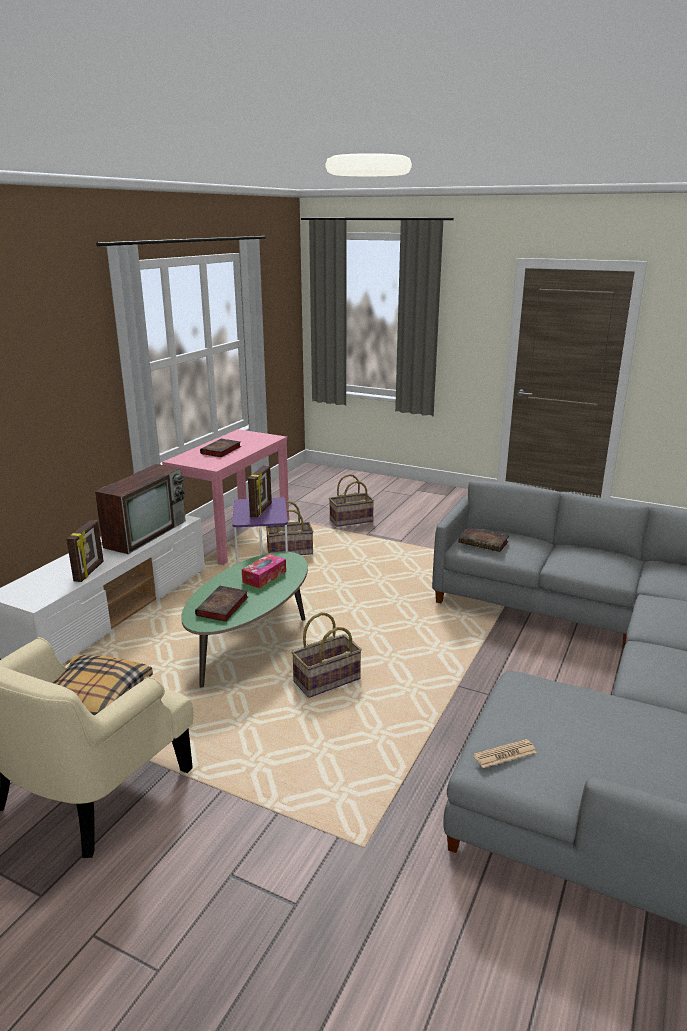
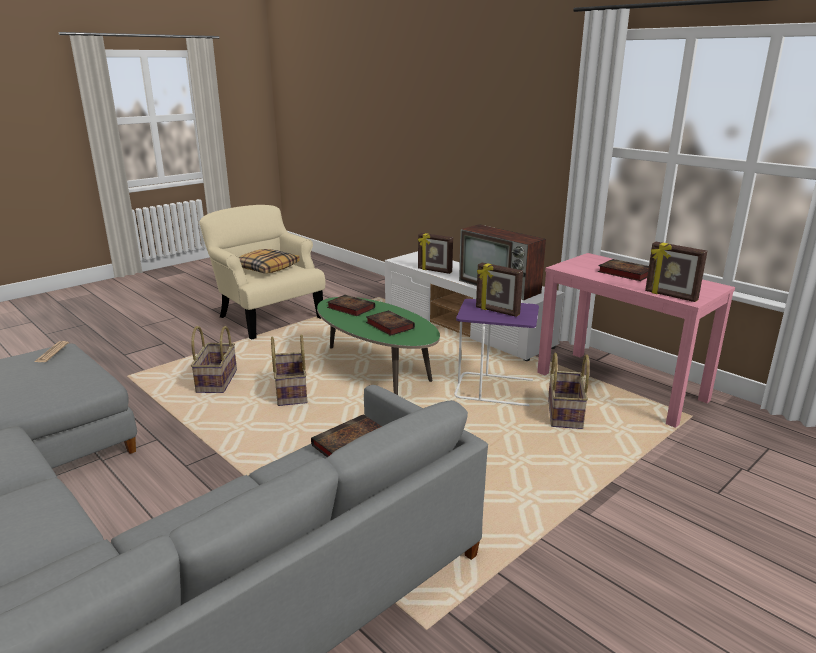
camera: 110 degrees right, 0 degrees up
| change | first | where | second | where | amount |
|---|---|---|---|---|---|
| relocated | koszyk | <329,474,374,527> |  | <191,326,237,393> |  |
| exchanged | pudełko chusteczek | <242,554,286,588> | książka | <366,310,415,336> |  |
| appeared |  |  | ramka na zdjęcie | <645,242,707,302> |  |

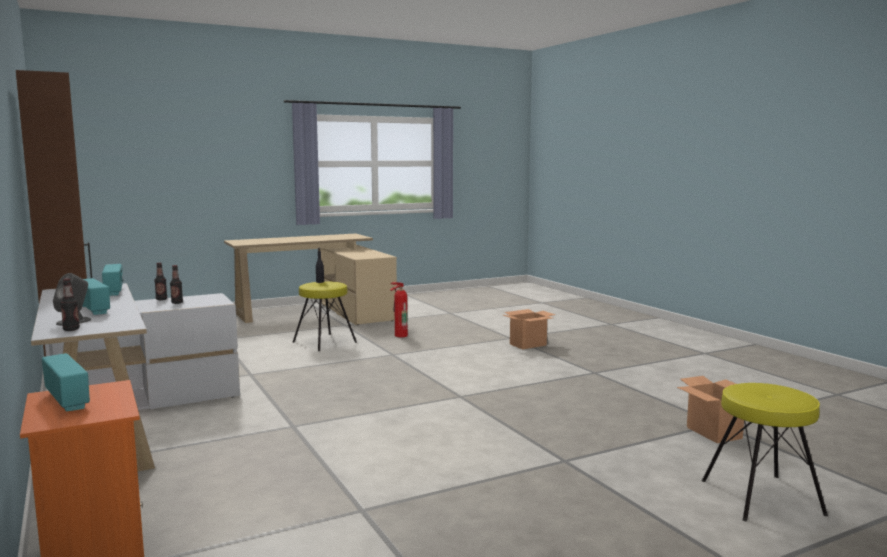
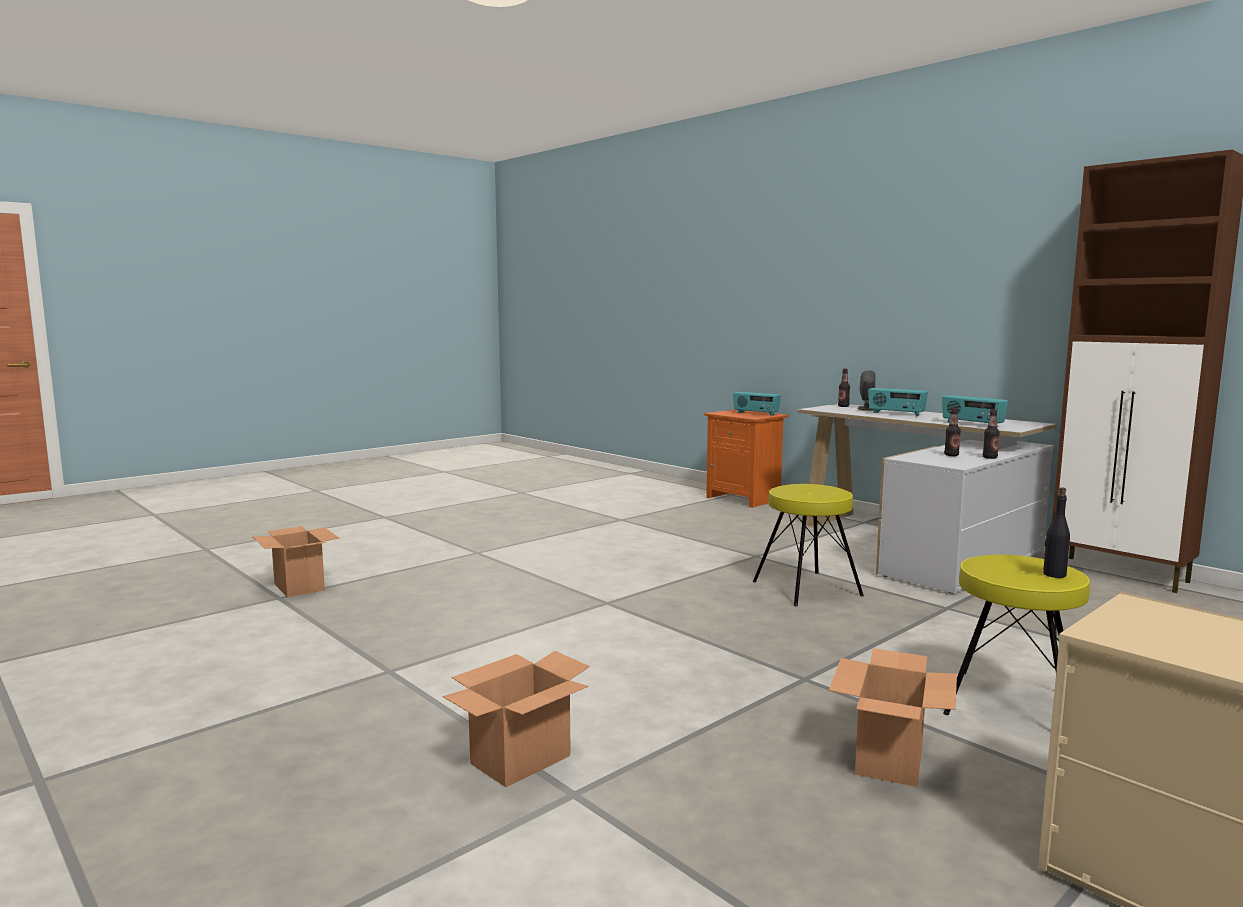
camera: 165 degrees right, 0 degrees up
| change | first | where | second | where | amount |
|---|---|---|---|---|---|
| exchanged | gaśnica | <390,282,408,338> | karton | <829,648,957,787> |  |
| relocated | stołek/żółty | <702,383,828,521> |  | <753,484,864,606> |  |

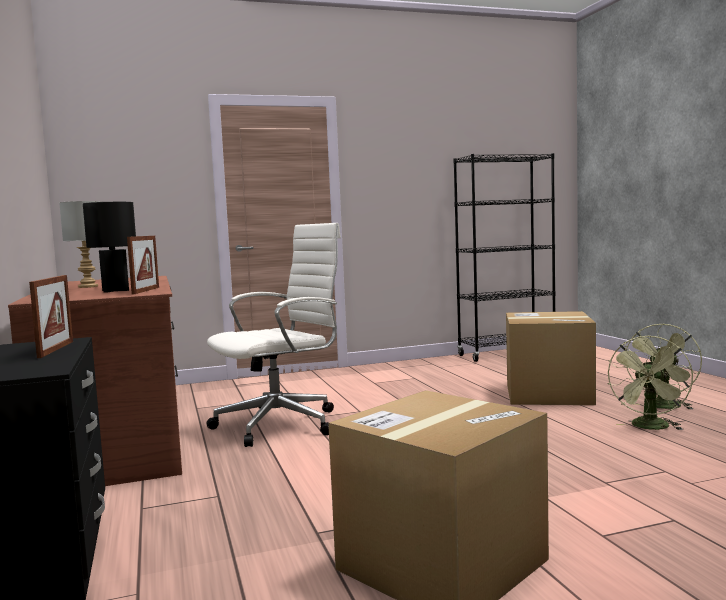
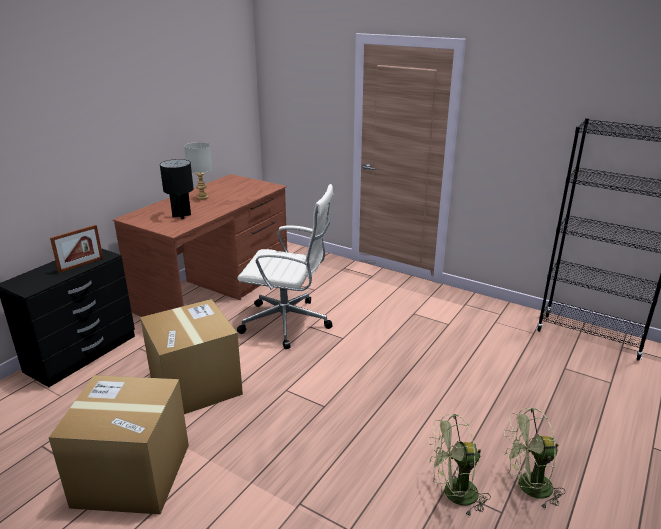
camera: 50 degrees right, 20 degrees up
| change | first | where | second | where | amount |
|---|---|---|---|---|---|
| missing | ramka na zdjęcie | <127,236,159,294> |  |  |  |
| relocated | karton | <506,311,596,405> |  | <140,299,243,414> |  |

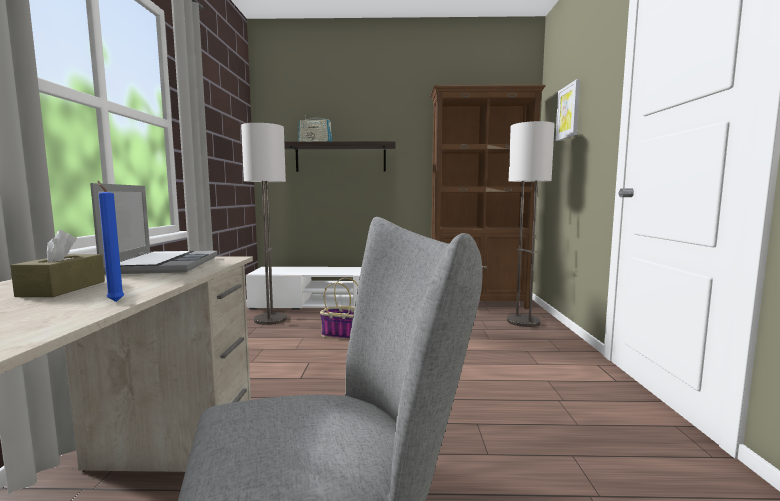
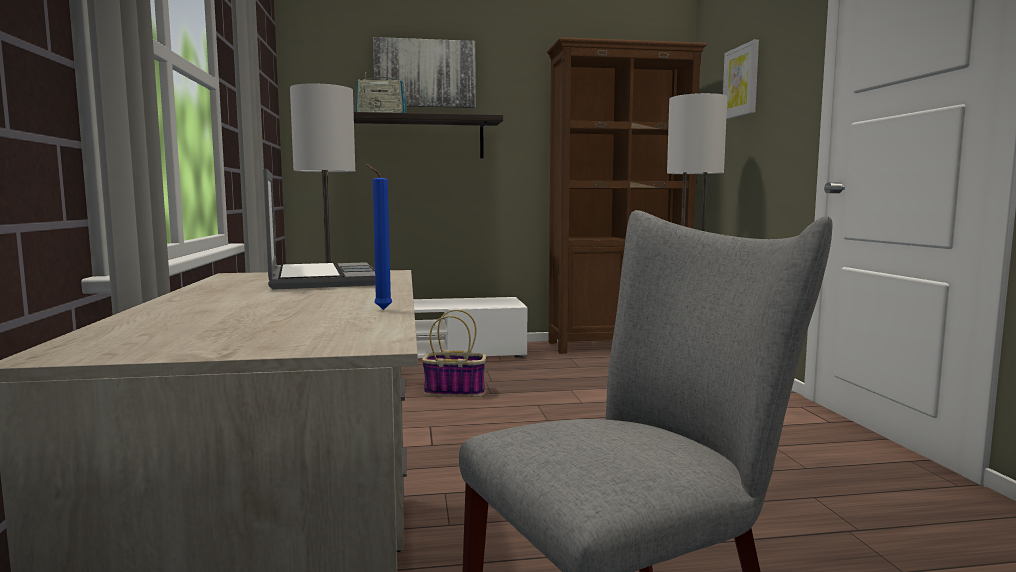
camera: 10 degrees left, 0 degrees up
| change | first | where | second | where | amount |
|---|---|---|---|---|---|
| missing | pudełko chusteczek/brązowy | <10,230,105,297> |  |  |  |
| appeared |  |  | obraz | <373,37,476,108> |  |

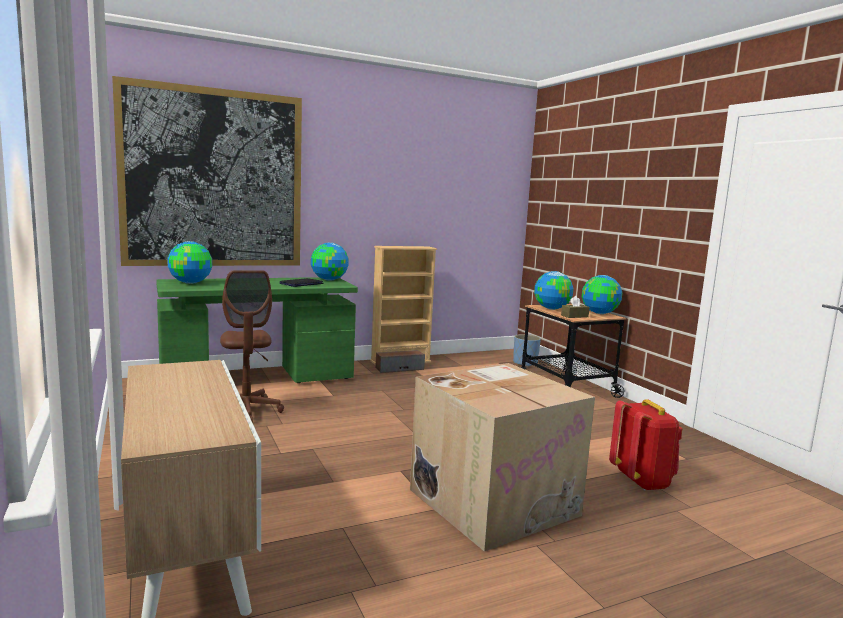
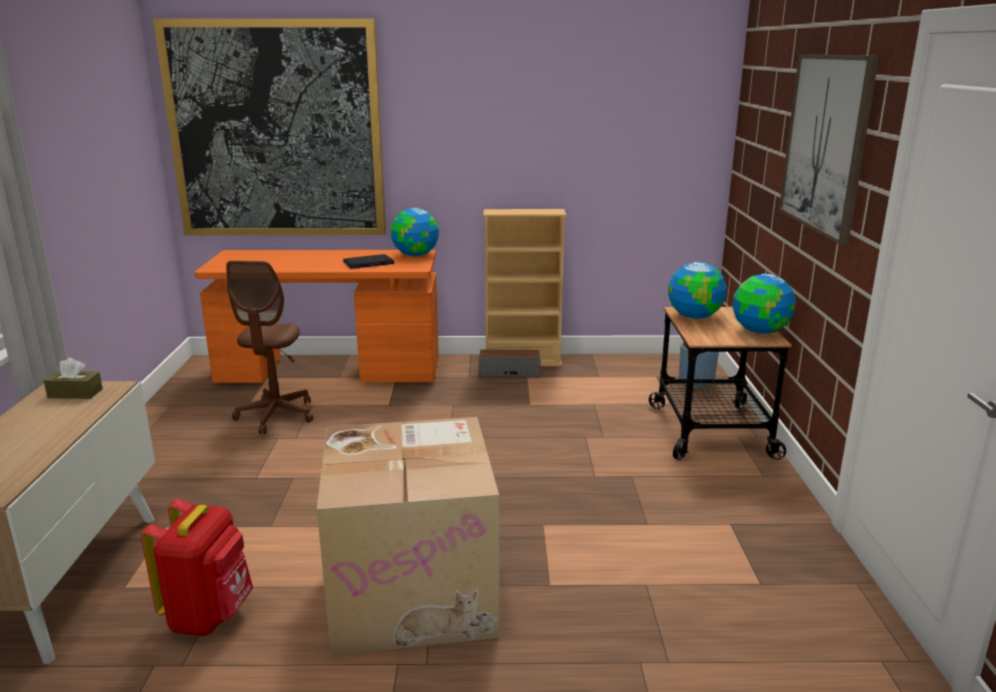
camera: 25 degrees right, 10 degrees up
| change | first | where | second | where | amount |
|---|---|---|---|---|---|
| missing | globus | <167,241,212,284> |  |  |  |
| colour | biurko/zielony | <156,277,358,383> | biurko/pomarańczowy | <195,250,439,383> |  |
| relocated | pudełko chusteczek/brązowy | <561,296,590,318> |  | <44,358,103,399> |  |
| relocated | plecak/czerwony | <609,399,682,490> |  | <141,498,253,636> |  |
| appeared |  |  | obraz | <779,54,879,245> |  |

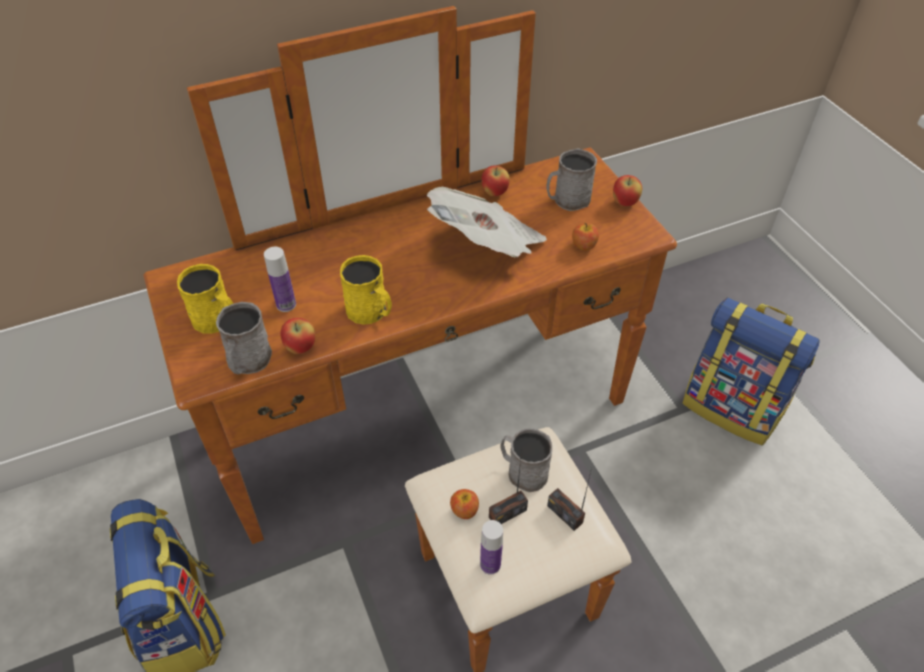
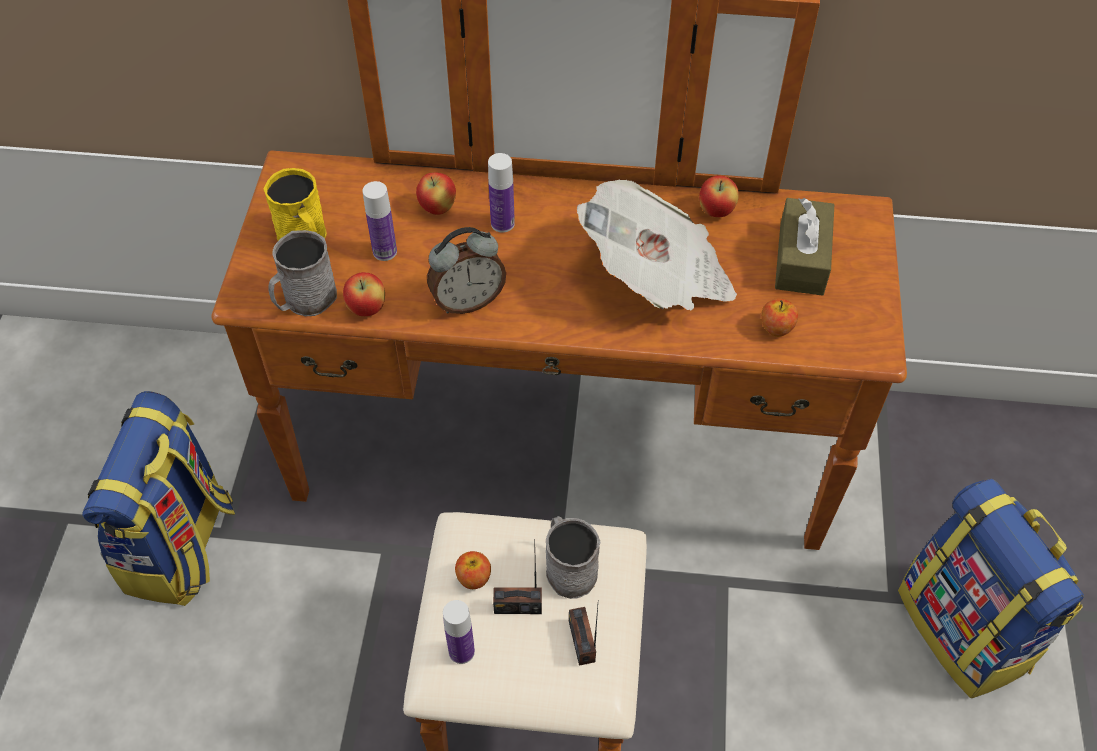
camera: 30 degrees right, 5 degrees up
| change | first | where | second | where | amount |
|---|---|---|---|---|---|
| exchanged | kubek/szary | <546,148,597,211> | pudełko chusteczek/brązowy | <775,198,834,296> |  |
| relocated | jabłko | <613,175,642,206> |  | <416,172,456,215> |  |
| exchanged | kubek/żółty | <340,255,392,324> | budzik | <427,227,506,314> |  |
| appeared |  |  | butelka | <488,153,515,233> |  |

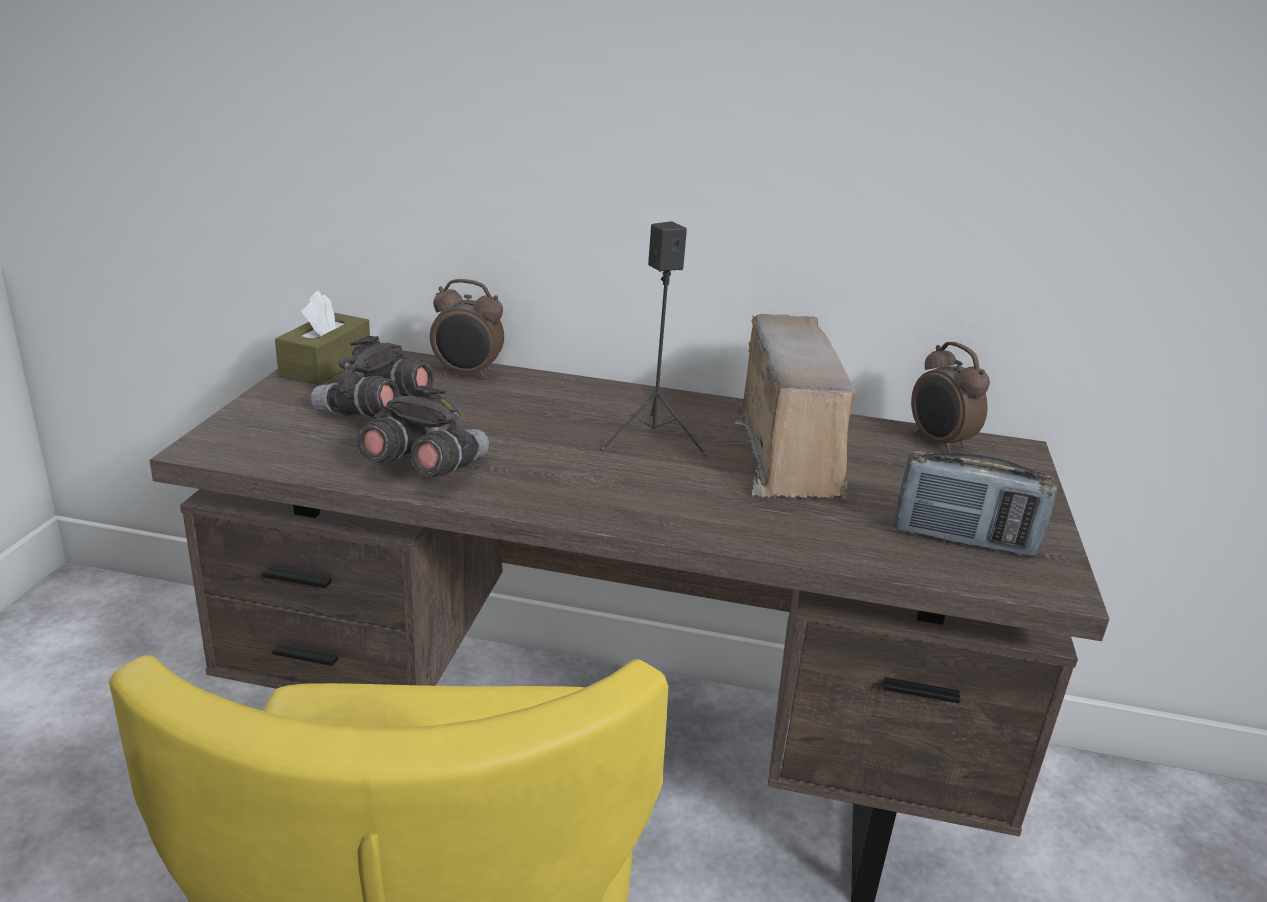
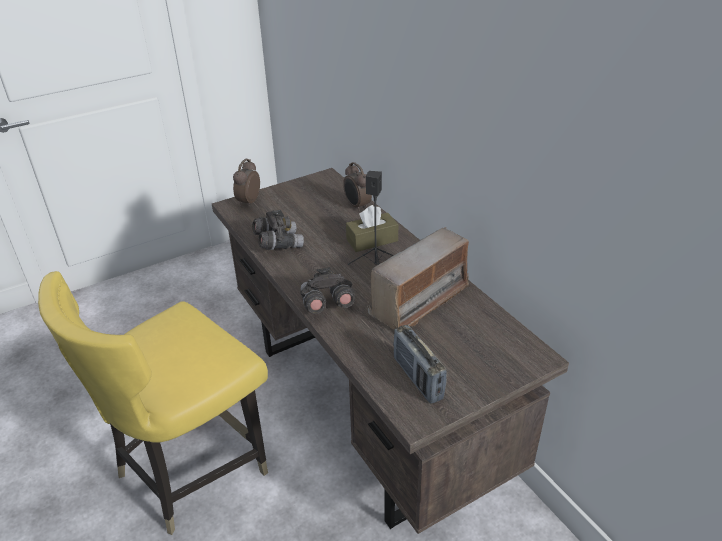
camera: 50 degrees right, 10 degrees up
| change | first | where | second | where | amount |
|---|---|---|---|---|---|
| relocated | pudełko chusteczek/brązowy | <275,290,370,385> |  | <346,205,398,252> |  |
| relocated | lornetka/szary | <311,336,434,417> |  | <300,267,355,314> |  |
| relocated | budzik | <911,342,990,453> |  | <233,159,260,207> |  |

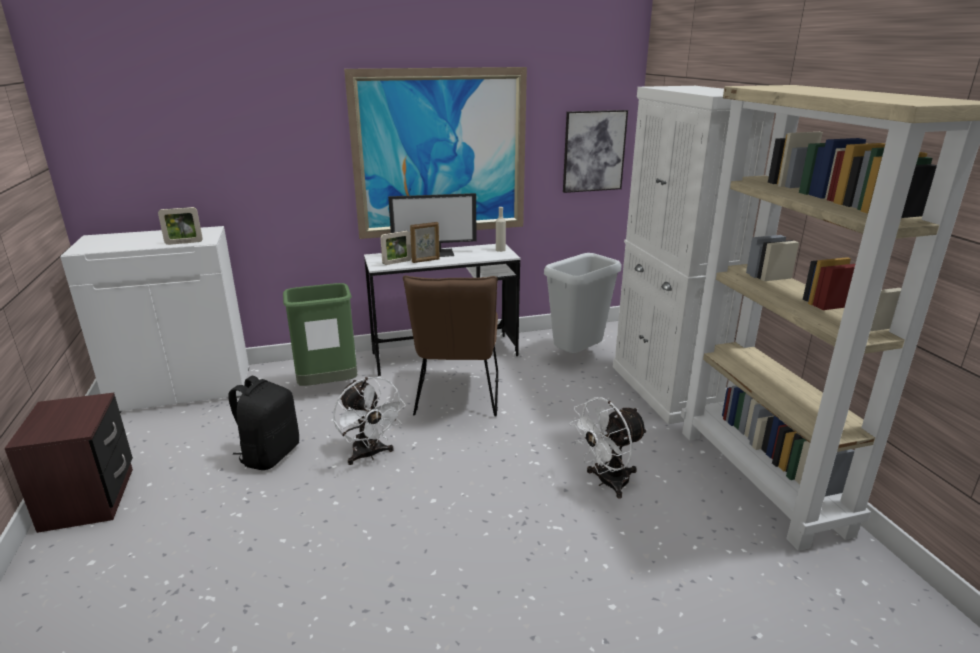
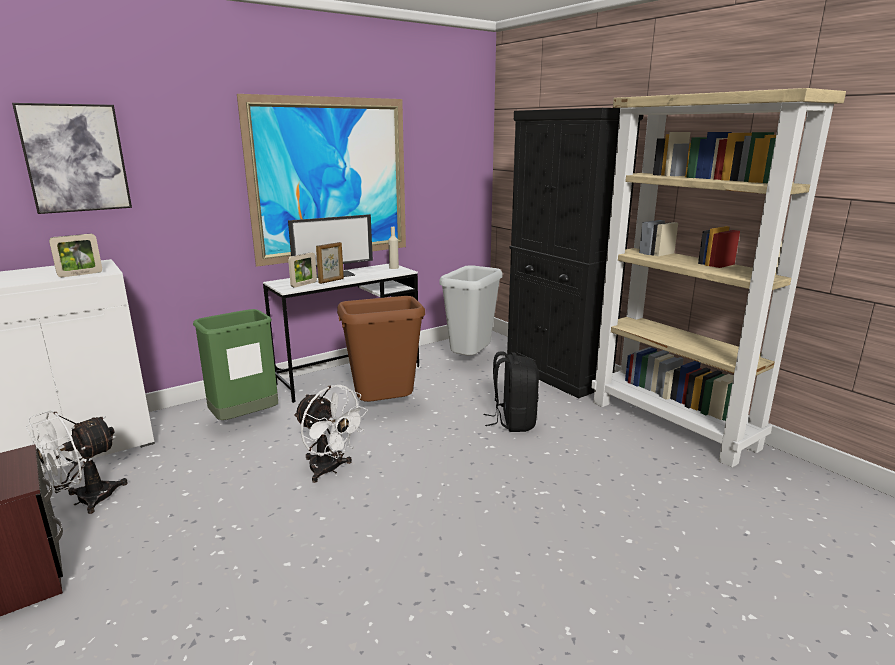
camera: 20 degrees left, 5 degrees down
| change | first | where | second | where | amount |
|---|---|---|---|---|---|
| colour | szafka/biały | <613,86,775,424> | szafka/czarny | <506,108,643,399> |  |
| relocated | obraz | <563,110,628,193> |  | <12,103,132,214> |  |
| exchanged | krzesło/brązowy | <403,275,498,417> | kosz na śmieci/brązowy | <337,296,425,402> |  |
| relocated | plecak/czarny | <228,376,299,470> |  | <483,351,539,432> |  |
| relocated | wentylator/biały | <570,397,648,499> |  | <26,410,128,514> |  |

